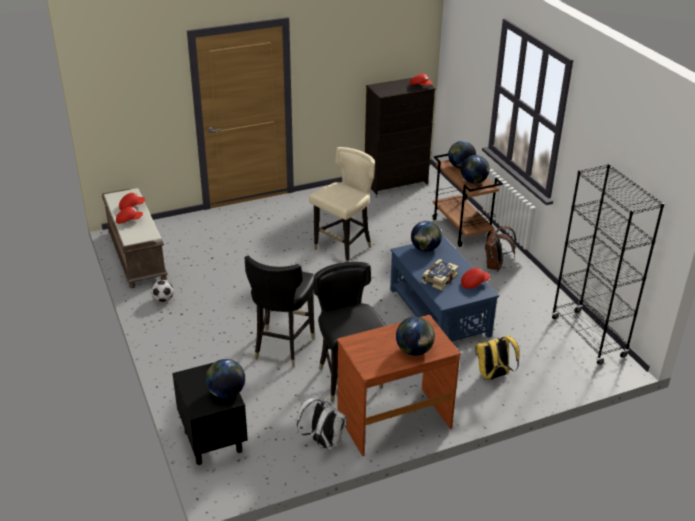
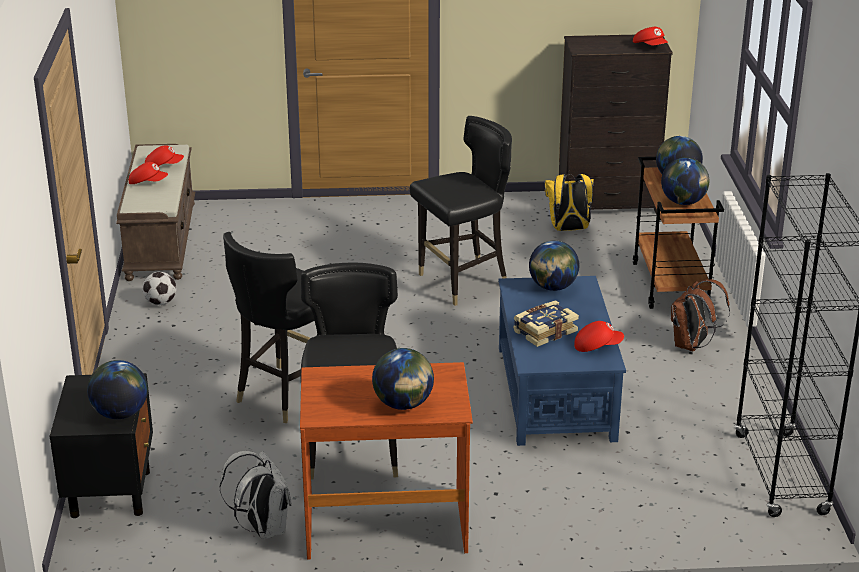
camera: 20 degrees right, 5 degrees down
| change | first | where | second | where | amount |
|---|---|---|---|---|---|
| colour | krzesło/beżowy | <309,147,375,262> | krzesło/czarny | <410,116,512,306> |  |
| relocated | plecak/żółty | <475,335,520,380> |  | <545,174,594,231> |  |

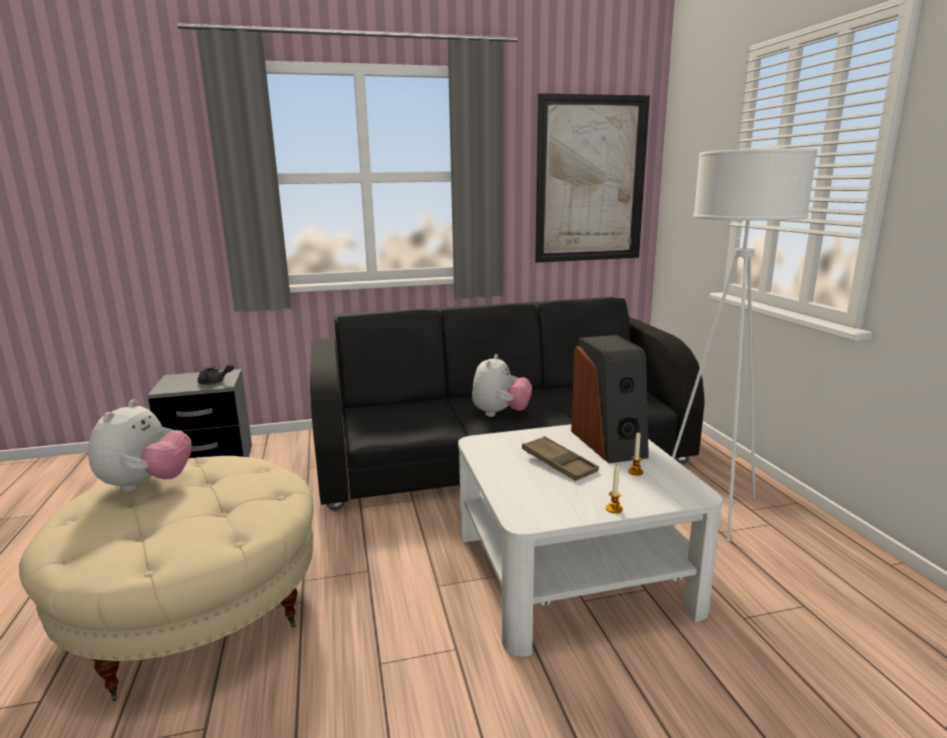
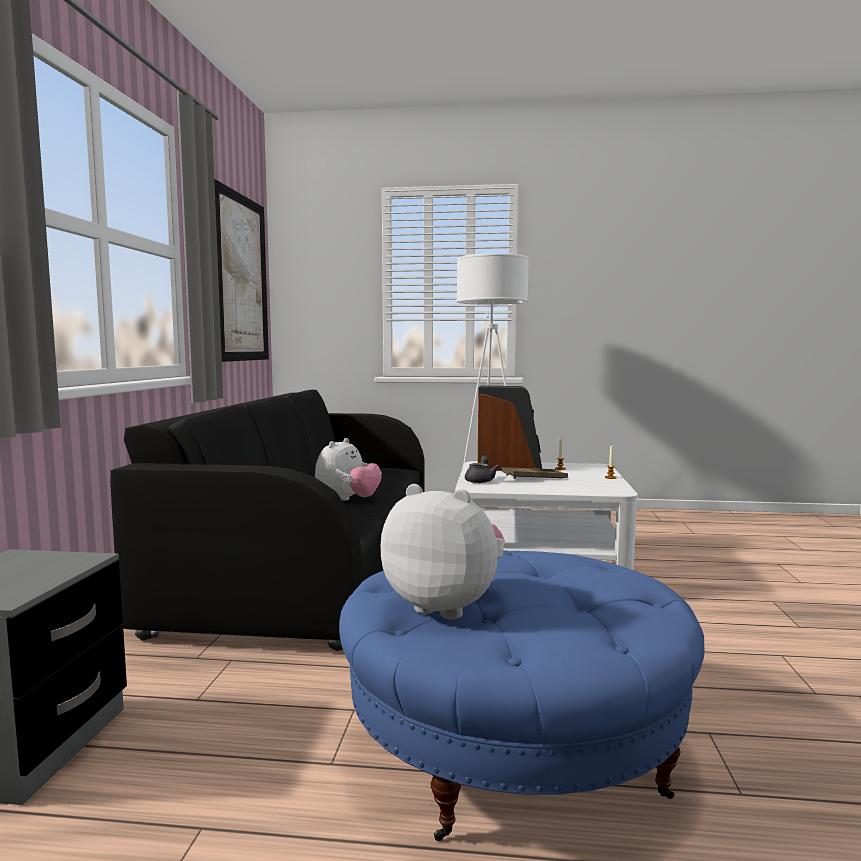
camera: 70 degrees left, 10 degrees down
| change | first | where | second | where | amount |
|---|---|---|---|---|---|
| spun | pluszak | <472,354,532,417> |  | <315,438,382,501> | 75 degrees clockwise |
| relocated | imbryk/szary | <198,364,234,385> |  | <465,455,500,483> |  |
| colour | pufa/beżowy | <19,456,314,701> | pufa/niebieski | <339,550,705,841> |  |

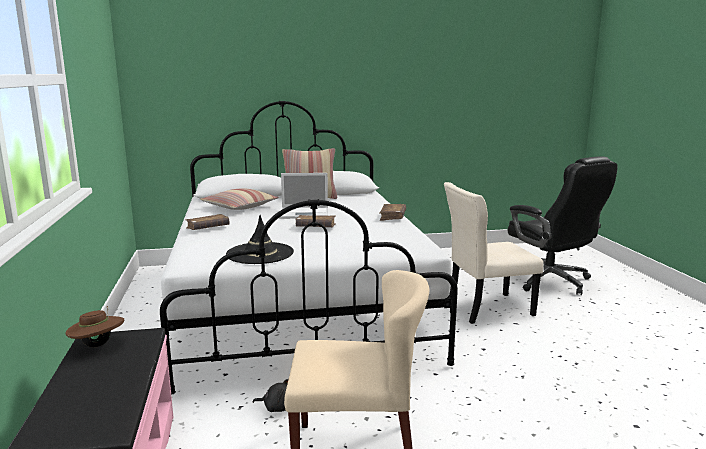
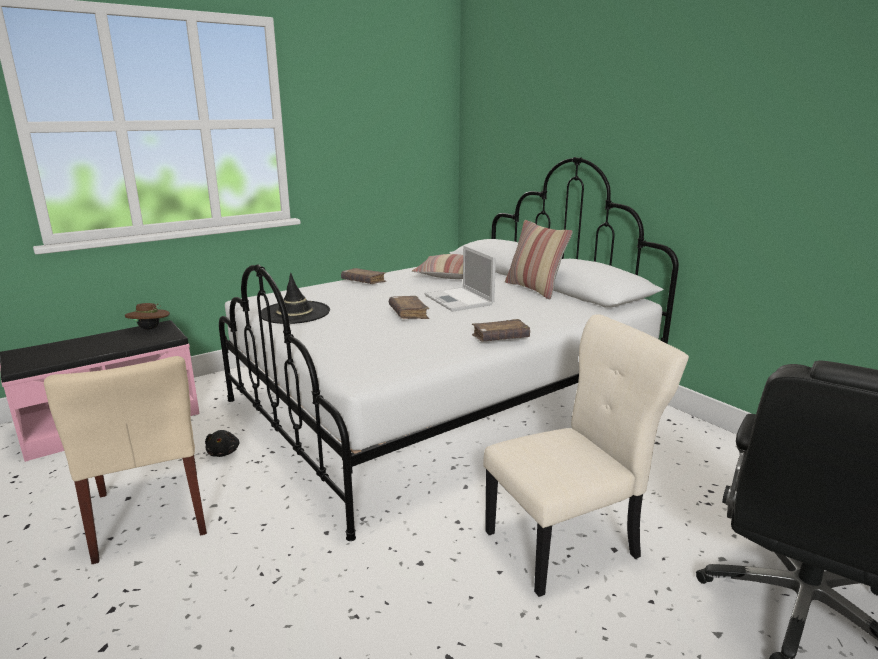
camera: 65 degrees right, 5 degrees up
| change | first | where | second | where | amount |
|---|---|---|---|---|---|
| spun | krzesło/beżowy | <444,182,543,324> |  | <483,314,689,597> | 105 degrees clockwise |

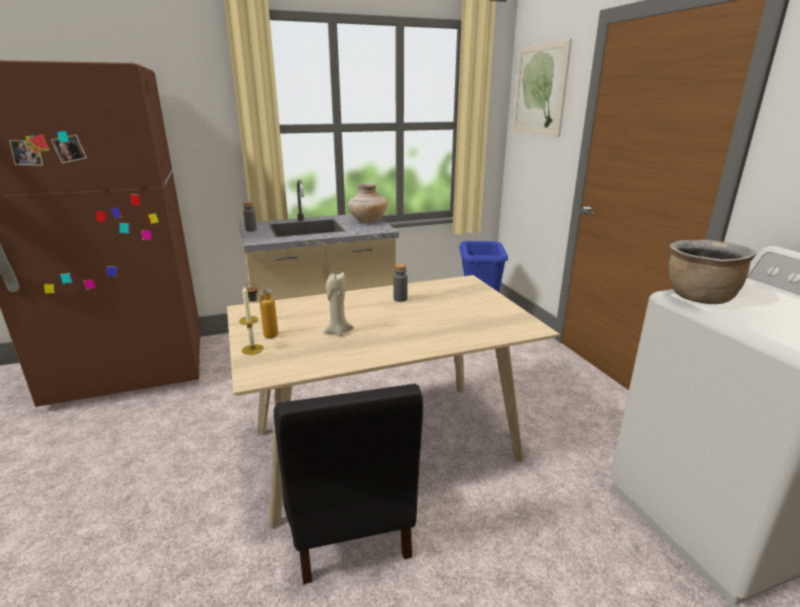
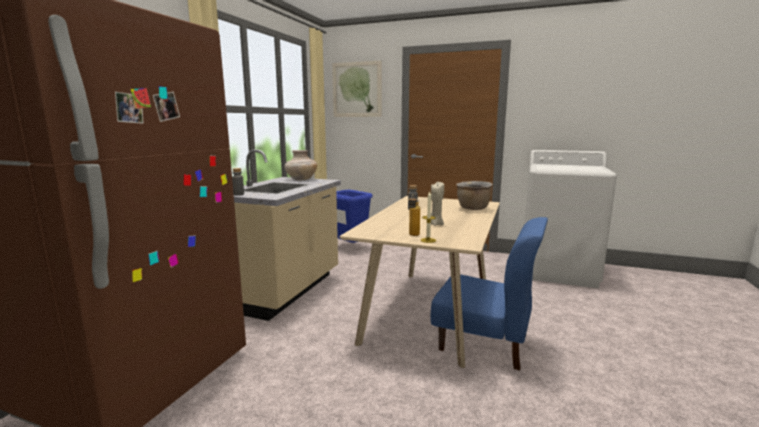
camera: 50 degrees left, 10 degrees down
| change | first | where | second | where | amount |
|---|---|---|---|---|---|
| relocated | garnek/brązowy | <669,240,757,304> |  | <456,181,493,210> |  |
| colour | krzesło/czarny | <274,384,423,584> | krzesło/niebieski | <430,217,548,370> |  |

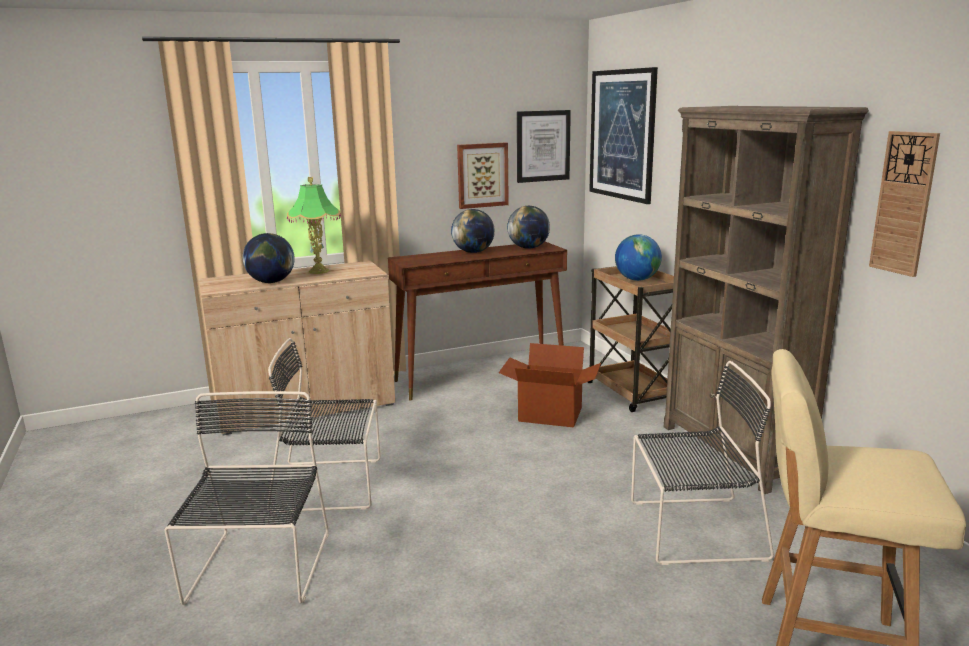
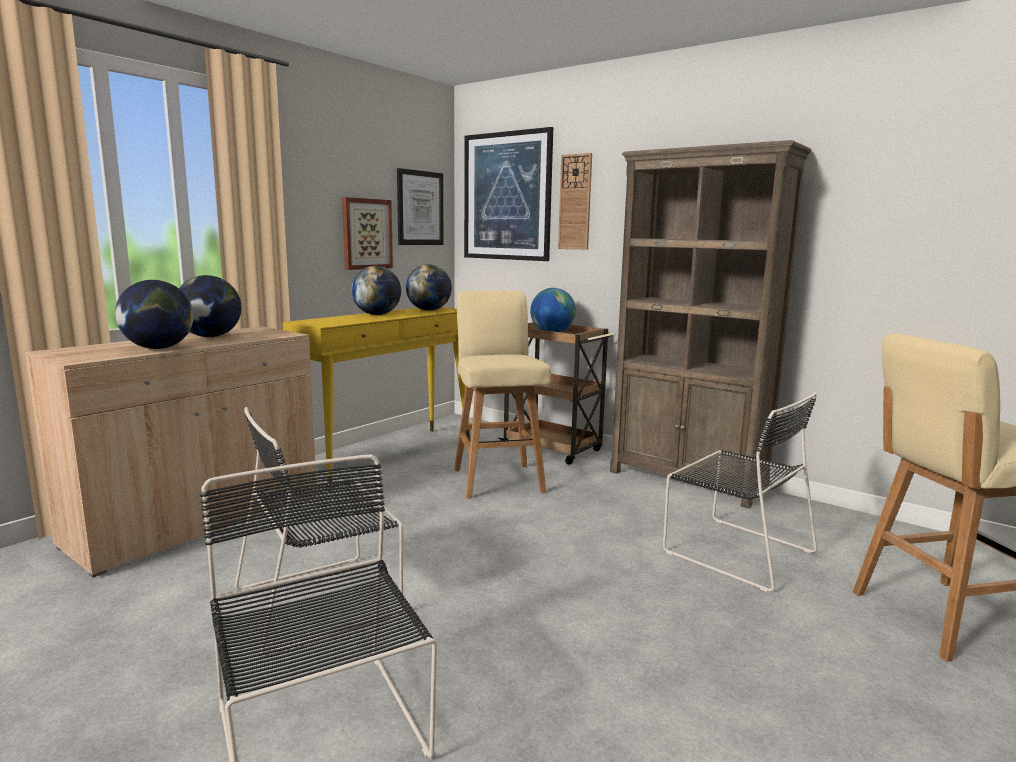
camera: 30 degrees left, 5 degrees down
| change | first | where | second | where | amount |
|---|---|---|---|---|---|
| relocated | zegar ścienny | <869,131,940,277> |  | <558,153,592,250> |  |
| exchanged | lampa stołowa | <287,177,341,274> | globus | <179,275,241,337> |  |
| colour | stolik konsolowy/brązowy | <388,241,567,401> | stolik konsolowy/żółty | <283,307,471,491> |  |
| exchanged | karton | <499,343,601,428> | stołek/beżowy | <454,291,551,499> |  |
| spun | krzesło/czarny | <631,361,774,565> |  | <663,392,817,592> | 75 degrees clockwise |

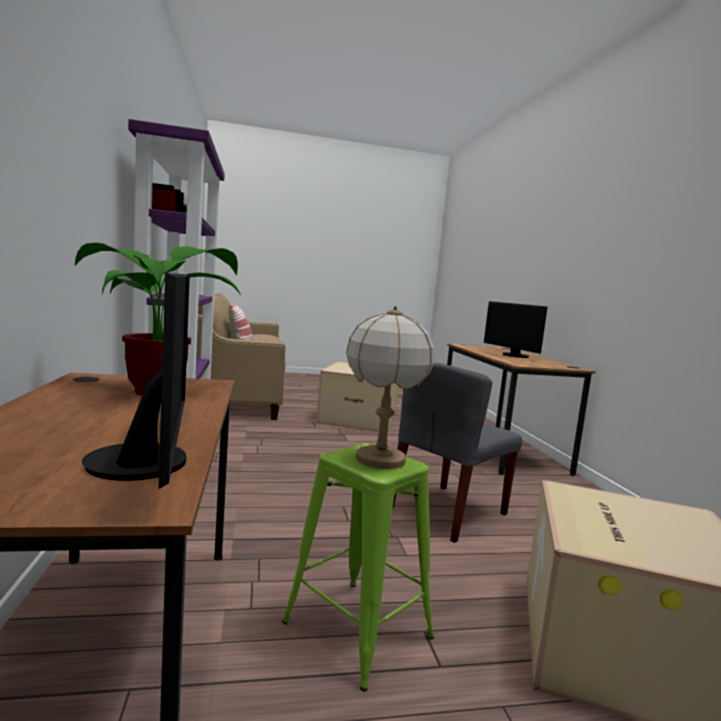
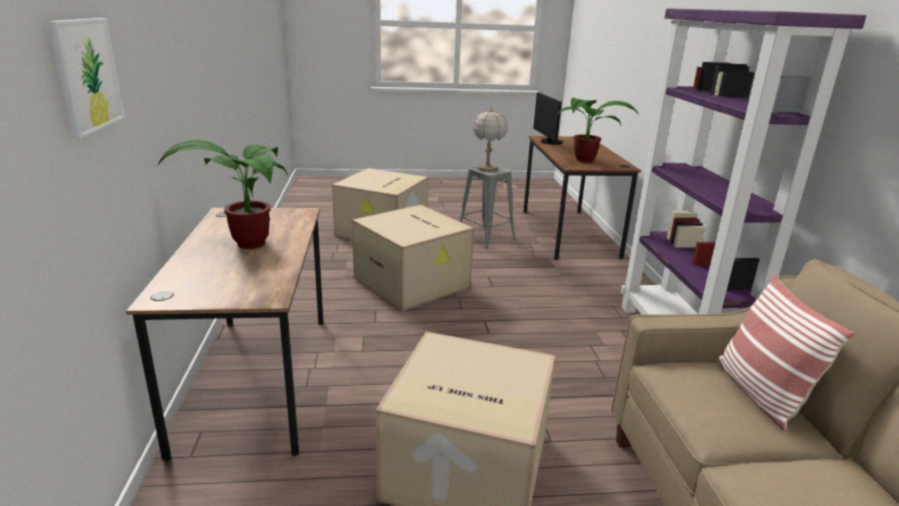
camera: 175 degrees left, 15 degrees up
| change | first | where | second | where | amount |
|---|---|---|---|---|---|
| exchanged | monitor | <484,301,548,358> | roślina doniczkowa | <157,140,288,249> |  |
| exchanged | krzesło/szary | <393,362,522,543> | karton | <352,205,474,311> |  |
| colour | stołek/zielony | <282,443,434,691> | stołek/szary | <460,166,516,249> |  |
| appeared |  |  | obraz | <48,18,125,138> |  |

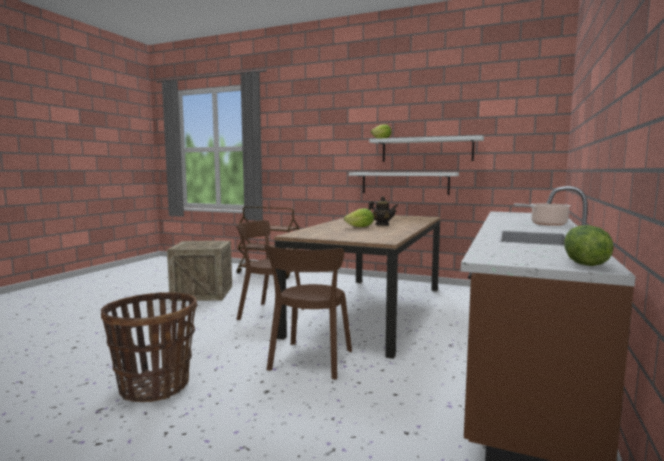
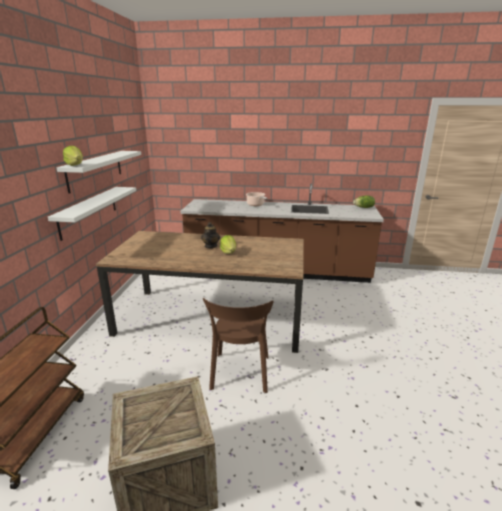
camera: 105 degrees left, 15 degrees up
| change | first | where | second | where | amount |
|---|---|---|---|---|---|
| missing | krzesło/brązowy | <264,244,352,380> |  |  |  |
| missing | koszyk | <101,292,197,402> |  |  |  |

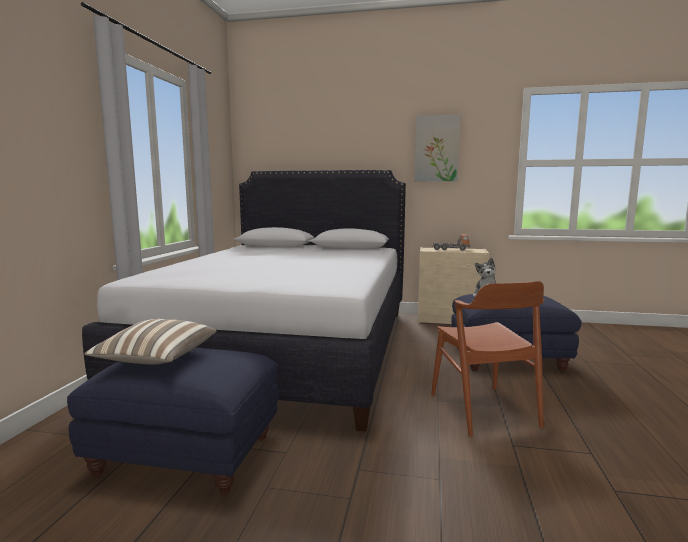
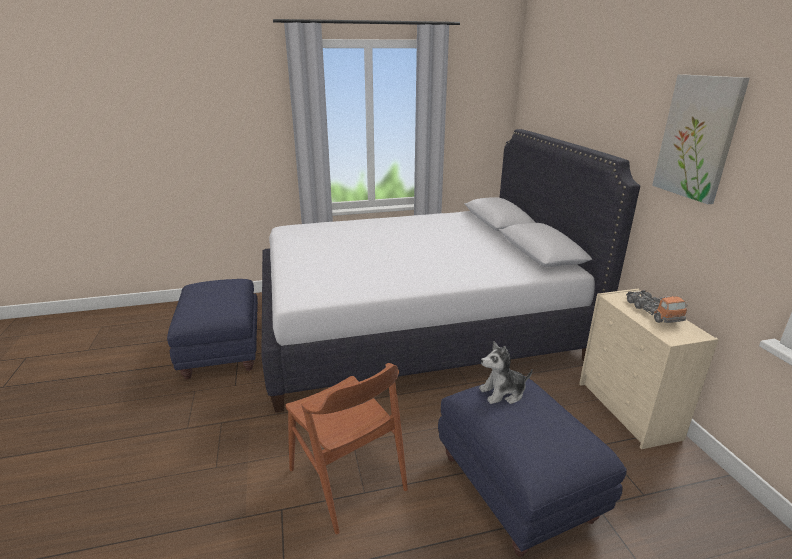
camera: 65 degrees right, 15 degrees up
| change | first | where | second | where | amount |
|---|---|---|---|---|---|
| spun | krzesło/brązowy | <431,281,544,437> |  | <286,363,408,534> | 90 degrees counterclockwise |
| missing | poduszka | <84,319,217,365> |  |  |  |

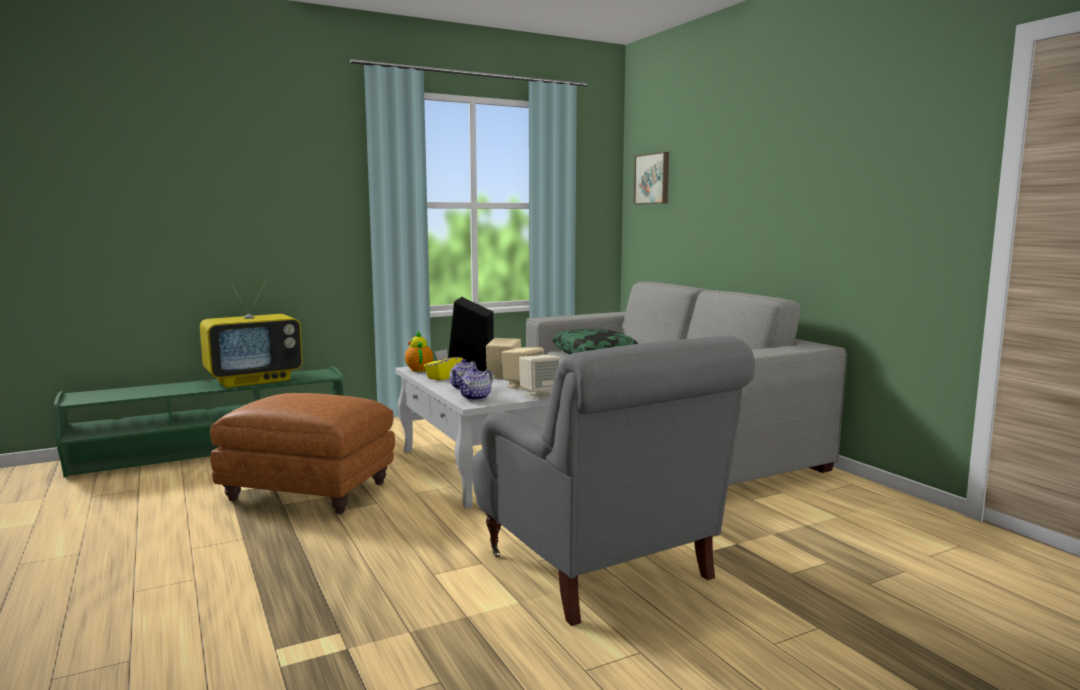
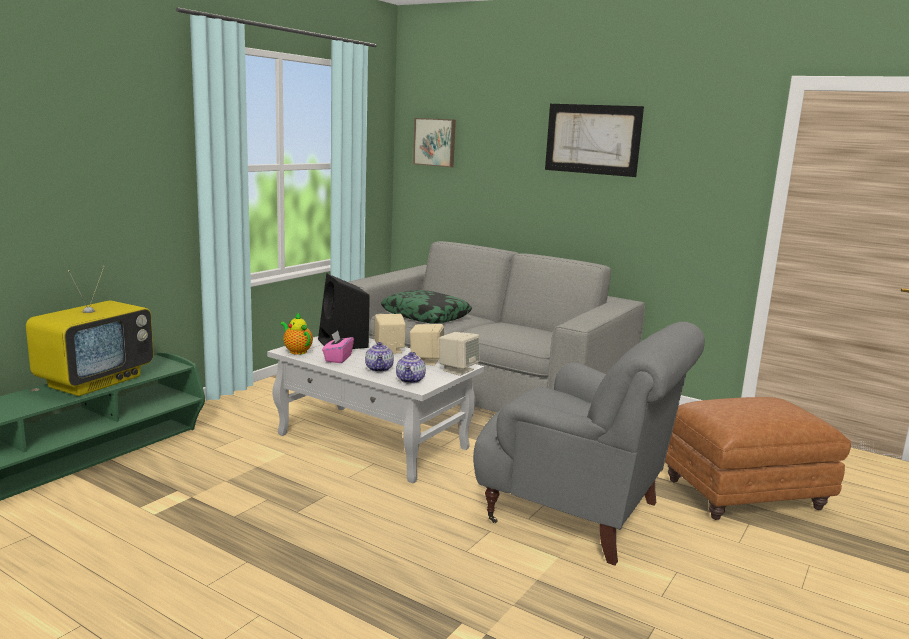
camera: 30 degrees left, 5 degrees up
| change | first | where | second | where | amount |
|---|---|---|---|---|---|
| colour | pudełko chusteczek/żółty | <424,349,463,381> | pudełko chusteczek/różowy | <322,331,354,363> |  |
| relocated | pufa/brązowy | <210,393,395,514> |  | <665,397,851,520> |  |
| appeared |  |  | obraz | <545,104,644,177> |  |

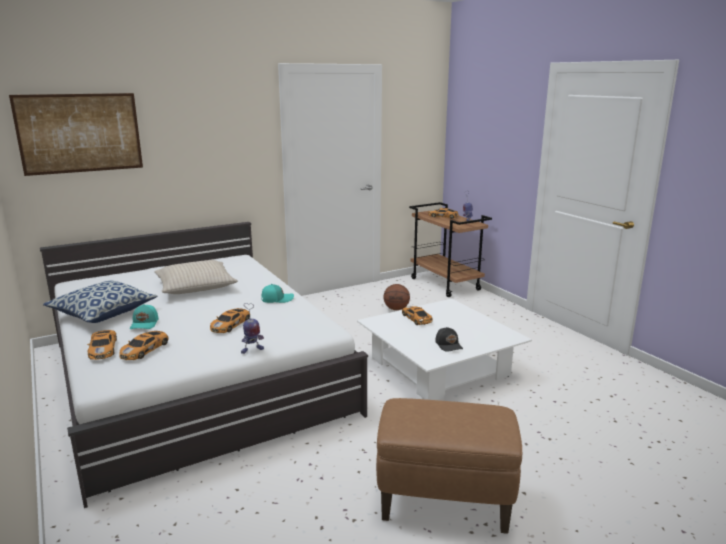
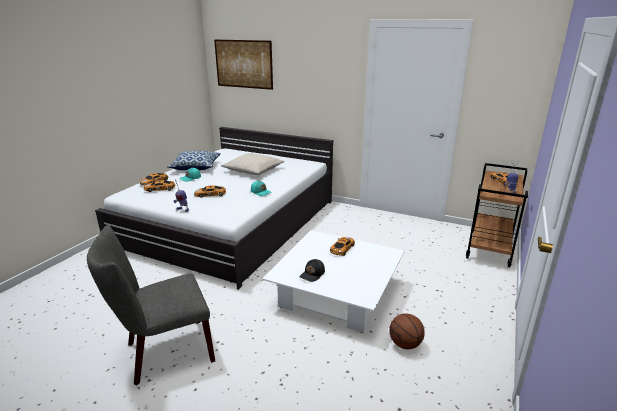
camera: 55 degrees right, 5 degrees up
| change | first | where | second | where | amount |
|---|---|---|---|---|---|
| relocated | piłka do koszykówki | <383,284,410,310> |  | <389,314,425,349> |  |
| exchanged | pufa/brązowy | <376,398,522,534> | krzesło/szary | <87,225,215,386> |  |

